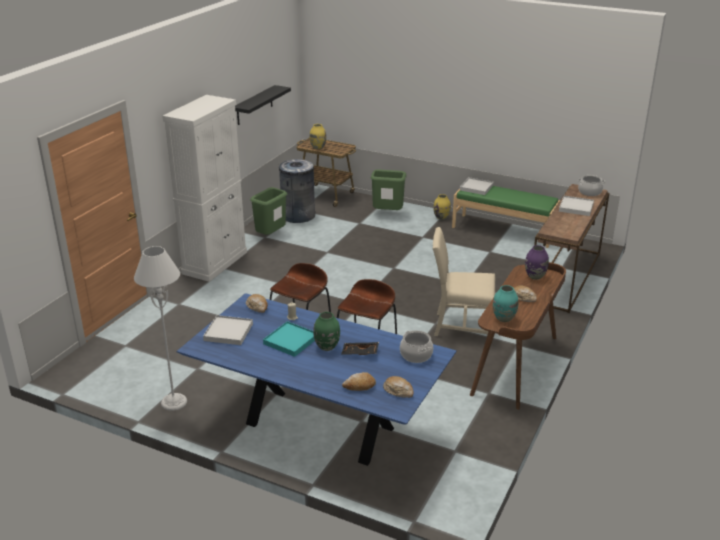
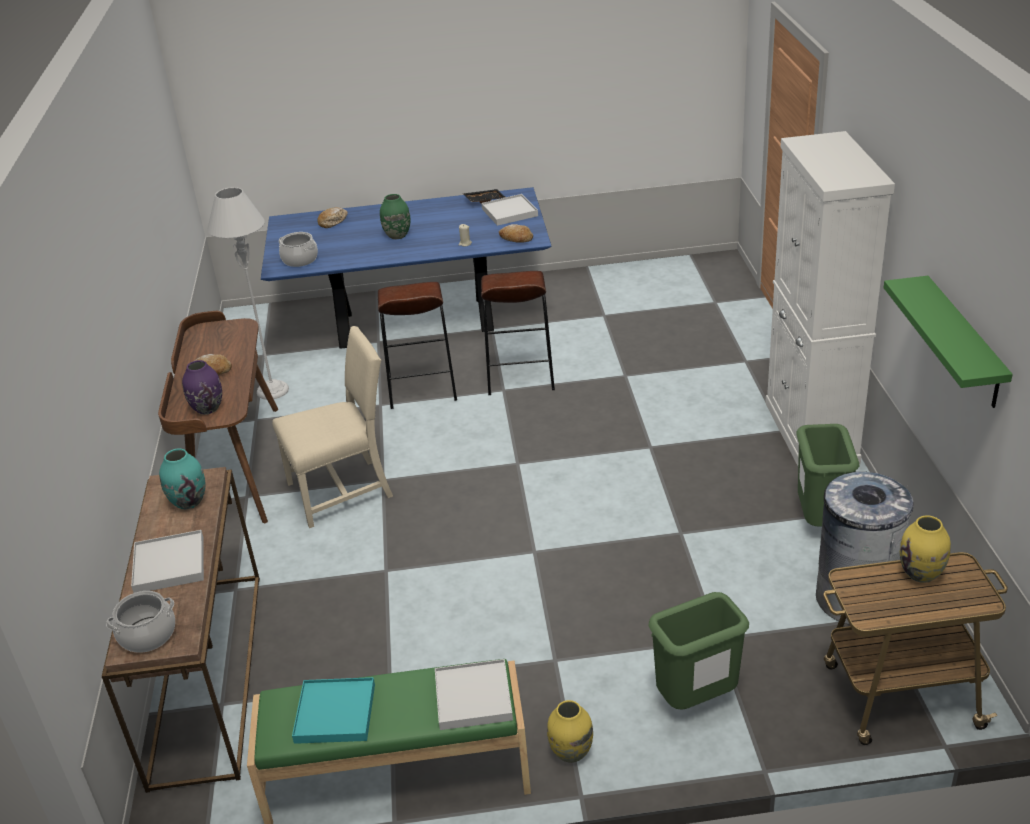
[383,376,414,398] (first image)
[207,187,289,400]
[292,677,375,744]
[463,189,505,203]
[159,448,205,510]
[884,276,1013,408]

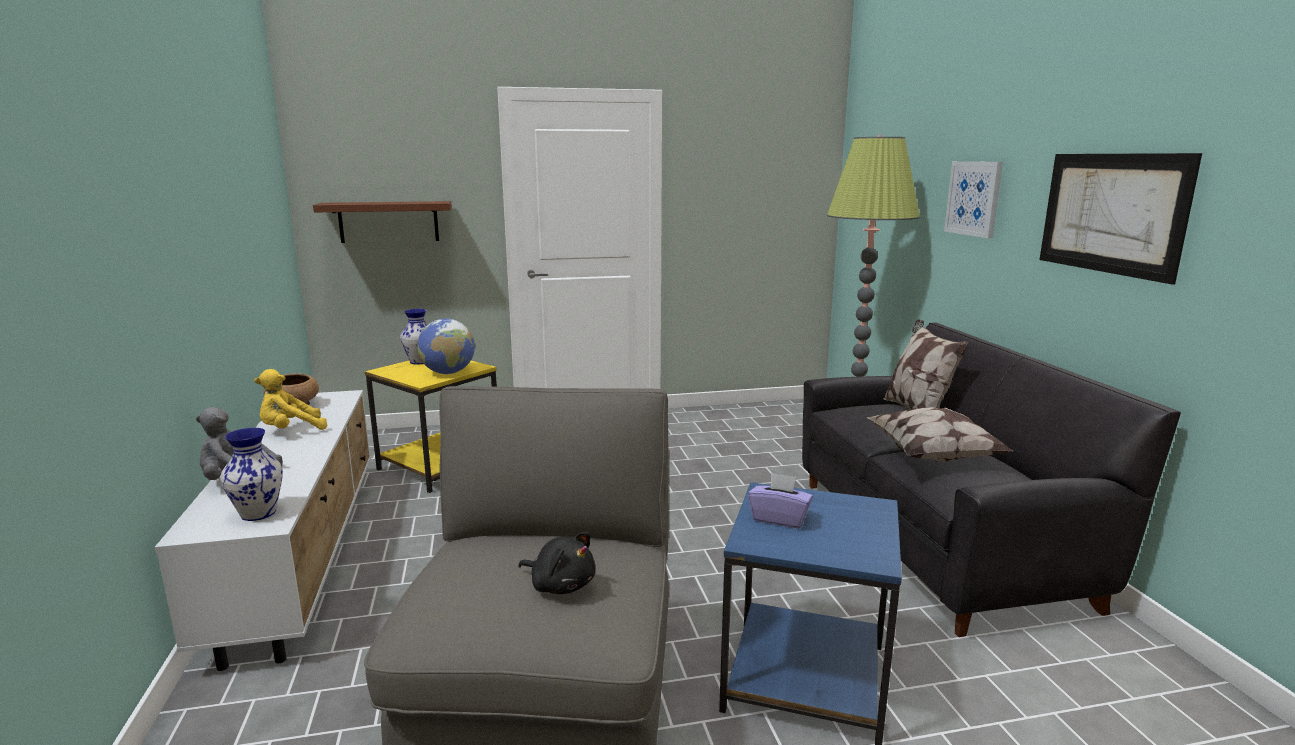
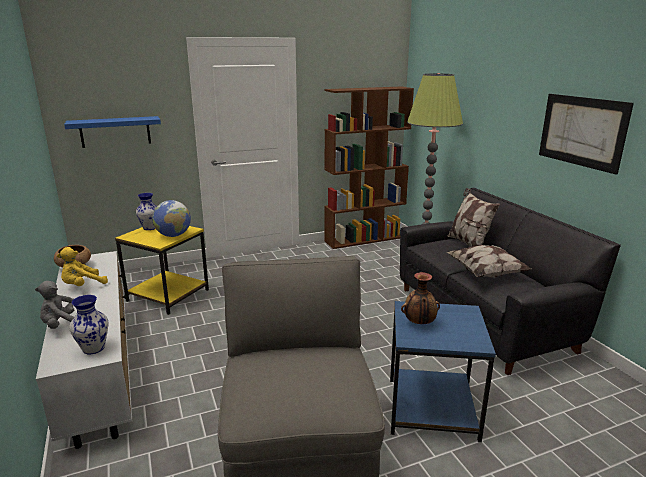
[518,532,595,594] (first image)
[944,161,1003,238] (first image)
[324,86,414,249]
[401,272,440,324]
[64,116,161,148]

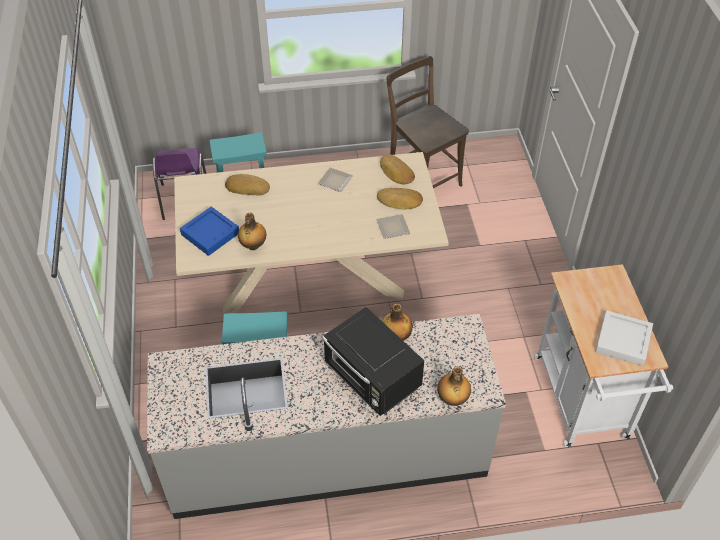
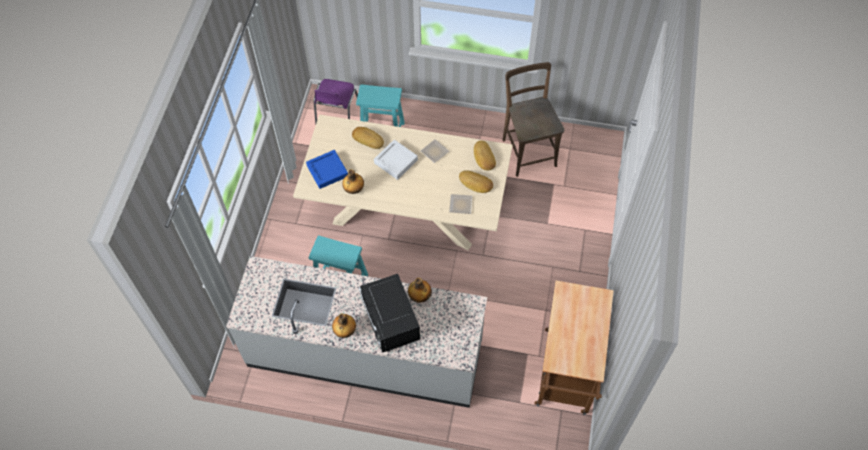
[332,313,356,338]
[374,140,418,180]
[535,281,614,415]

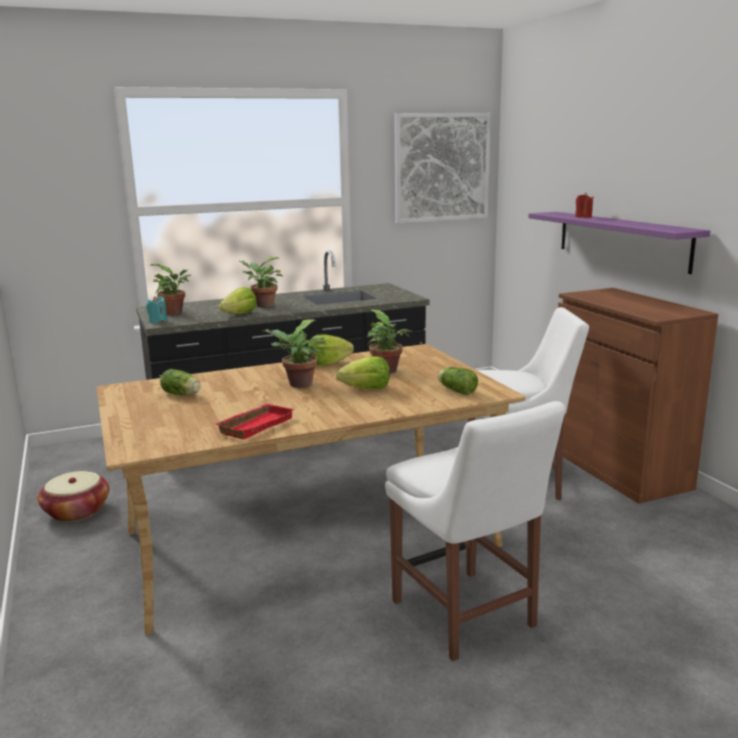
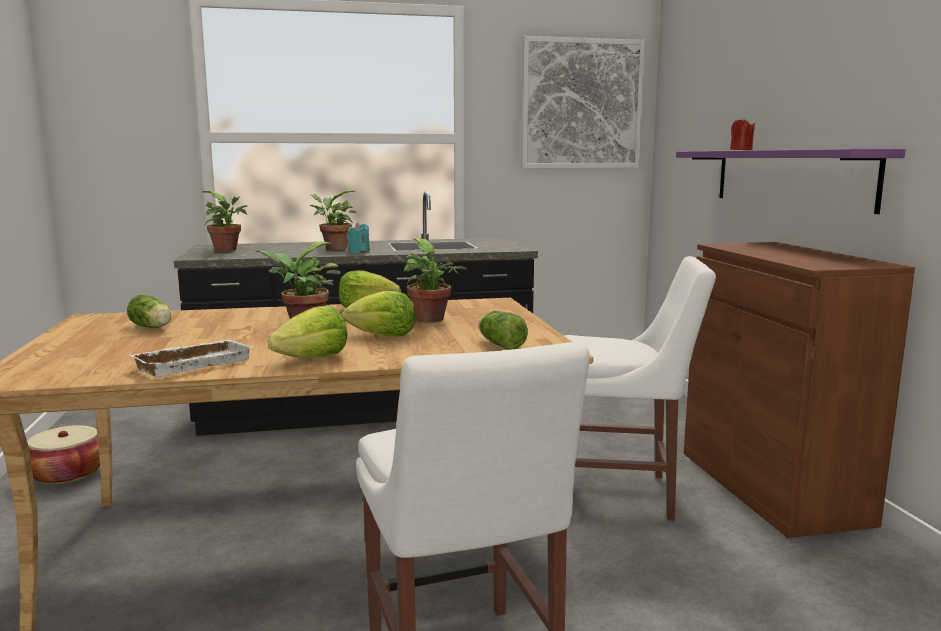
[347,222,370,253]
[268,306,347,358]
[129,340,253,377]

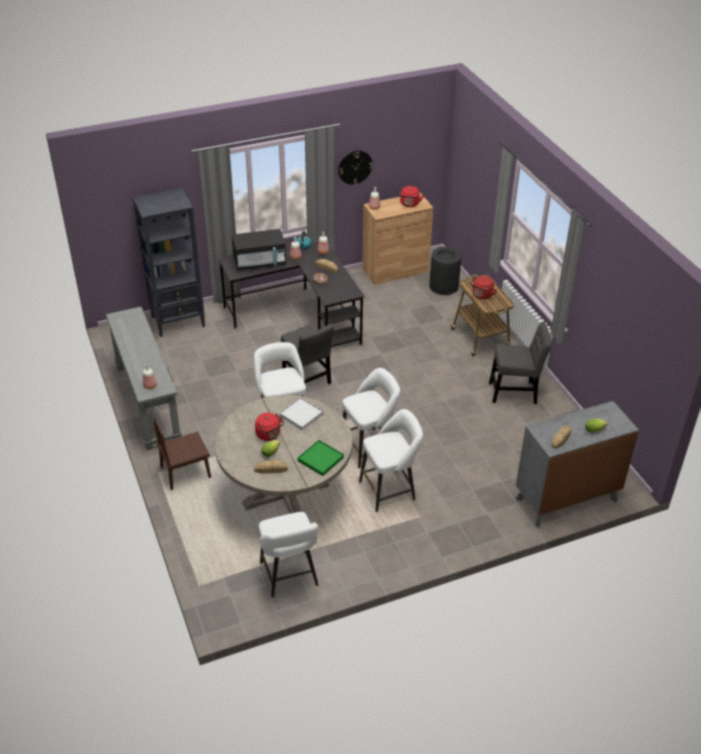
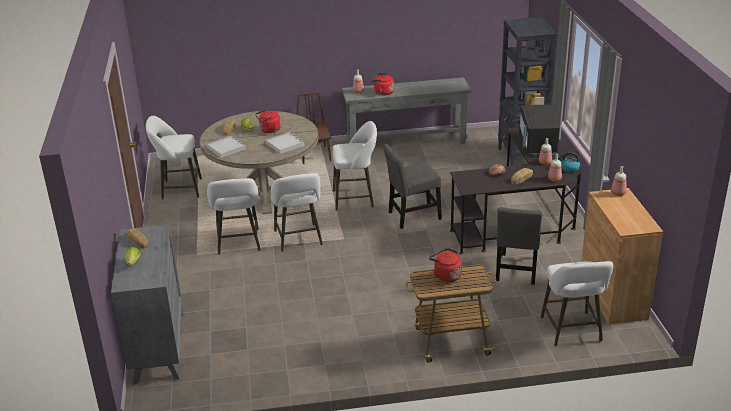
[338,151,373,185] (first image)
[371,73,394,95]
[496,207,542,285]
[541,261,613,347]
[207,136,246,158]

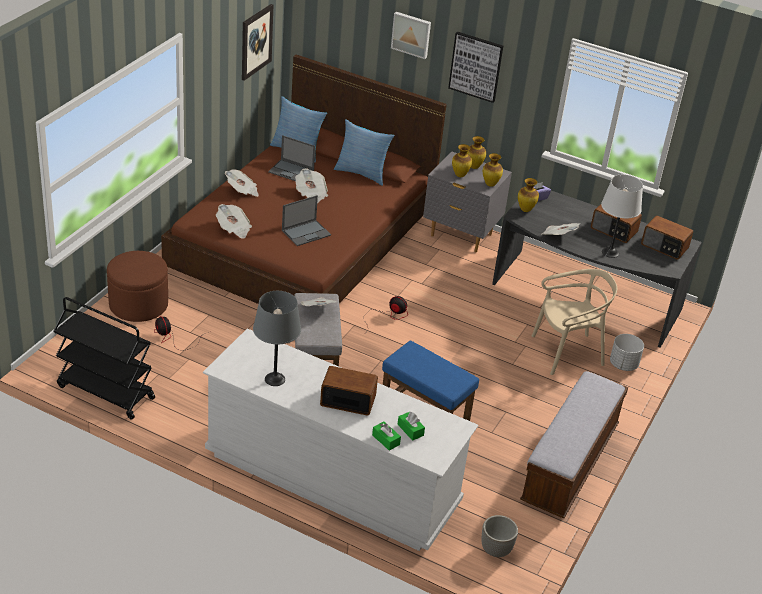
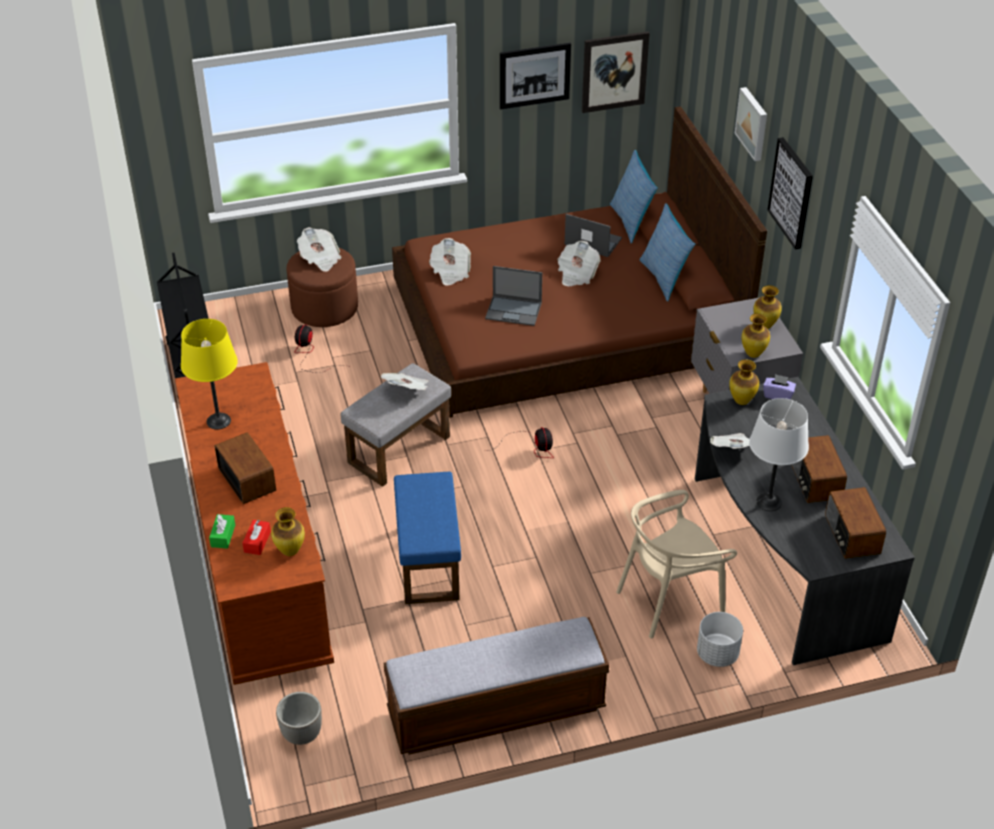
[500,43,571,109]
[297,227,342,272]
[271,507,305,556]
[175,362,334,685]
[181,319,238,430]
[242,520,271,555]
[564,214,622,257]
[616,490,737,638]

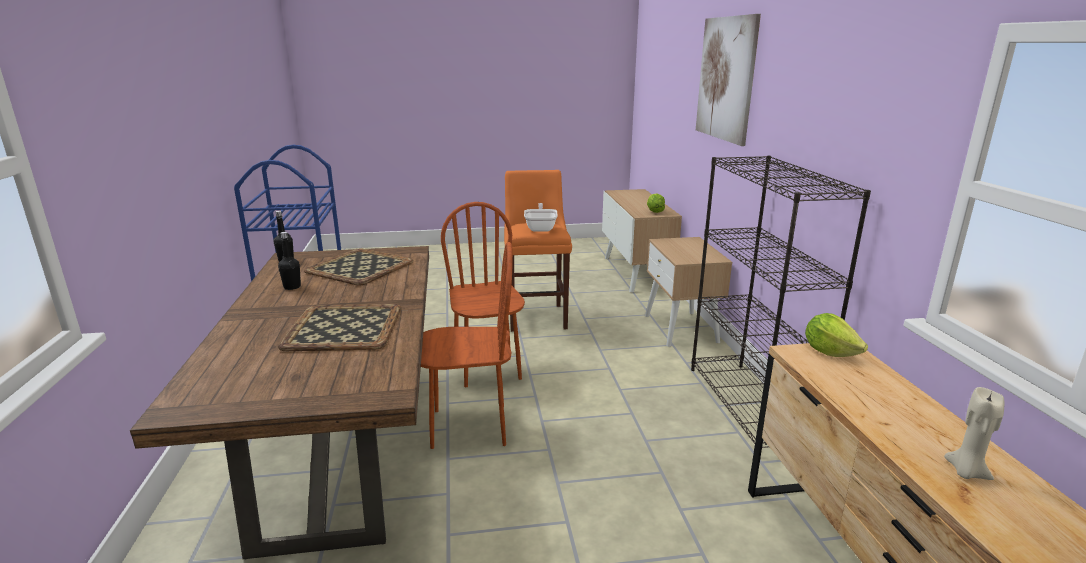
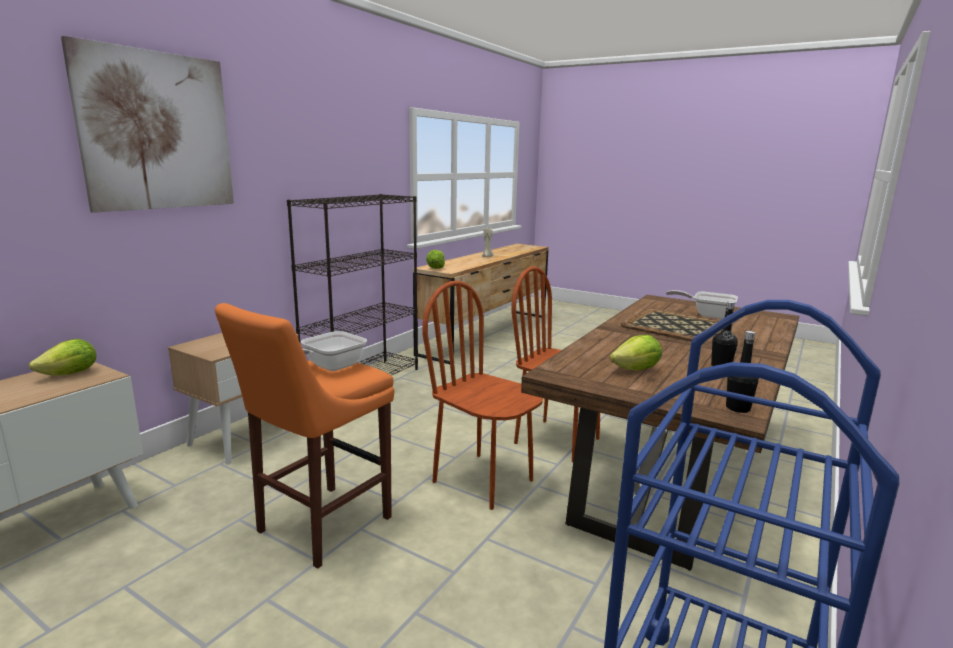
[666,290,738,319]
[610,335,662,371]
[422,281,543,510]

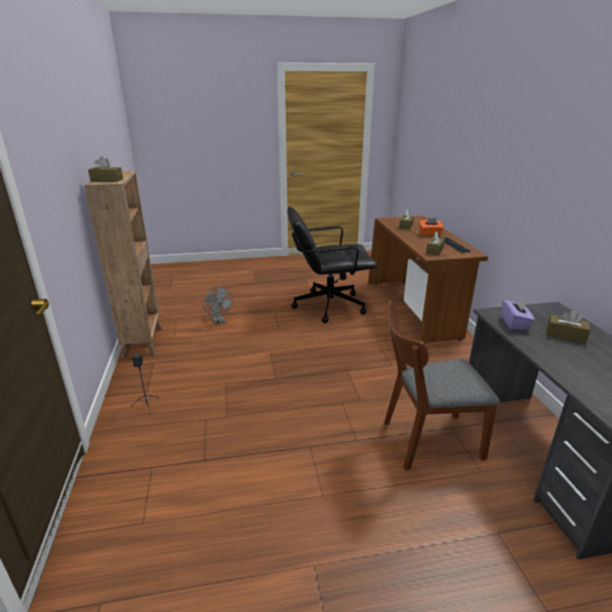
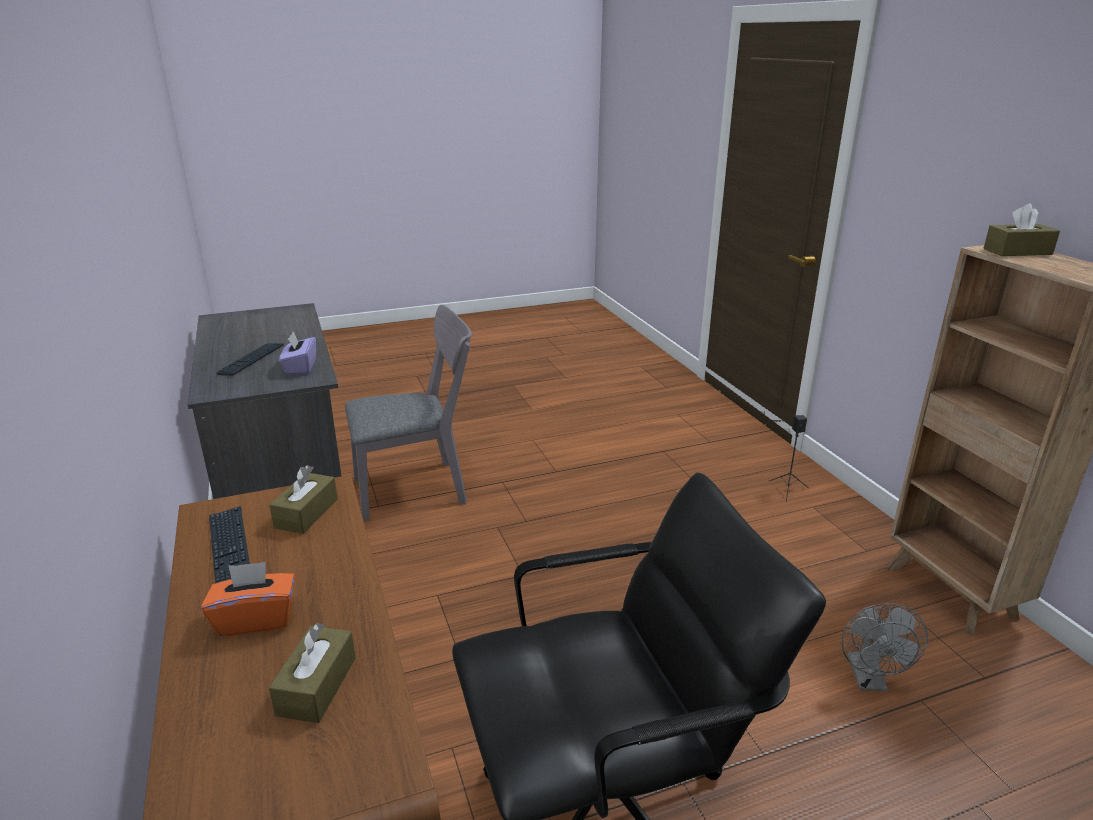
[217,343,284,376]
[345,305,472,521]
[842,603,928,692]

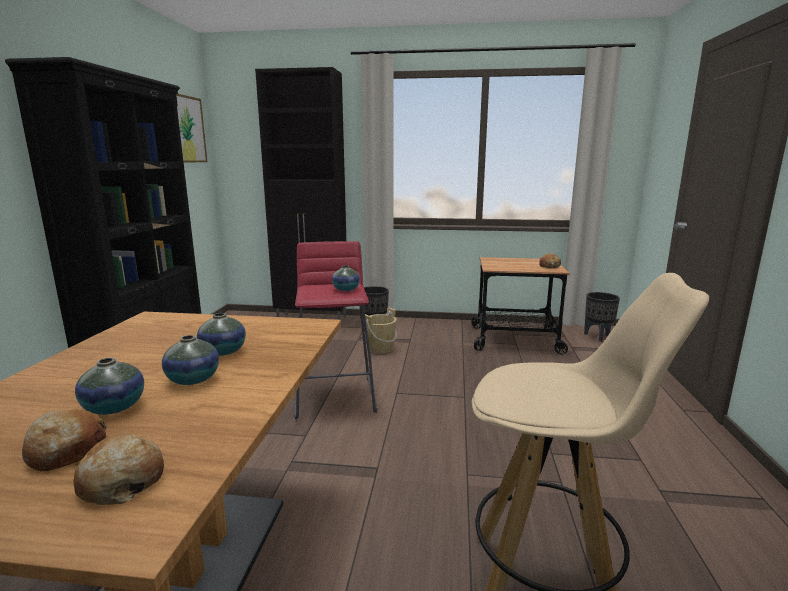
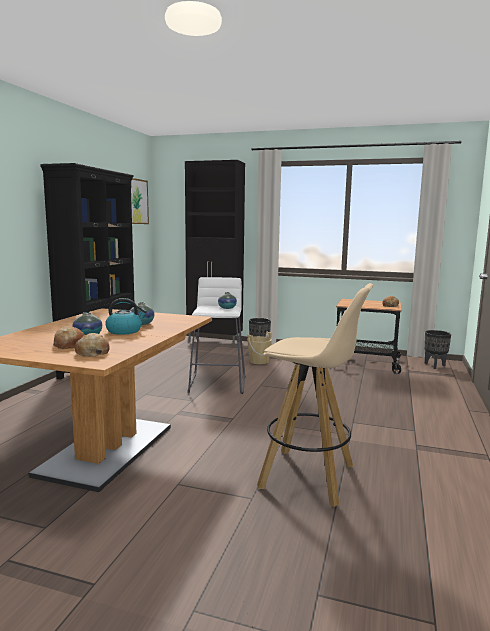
[105,298,147,335]
[188,277,245,394]

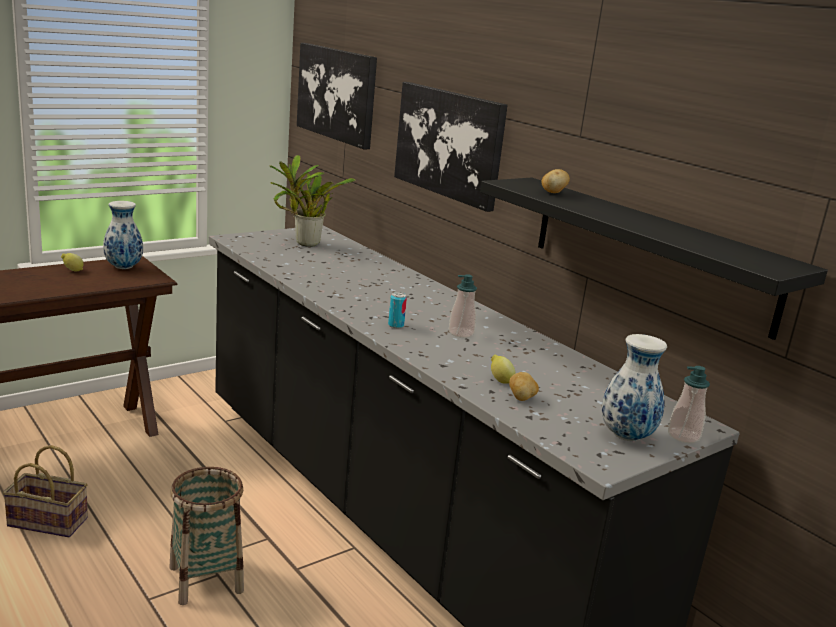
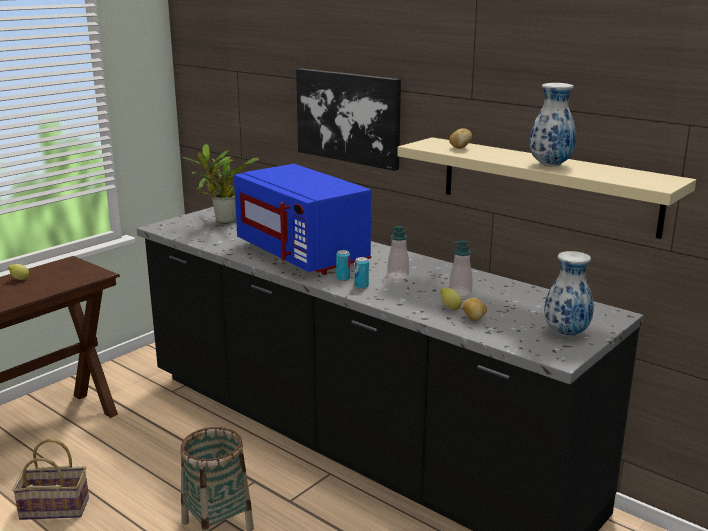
[297,43,377,149] (first image)
[234,164,371,275]
[355,257,369,289]
[529,83,576,166]
[449,240,473,296]
[397,137,696,239]

